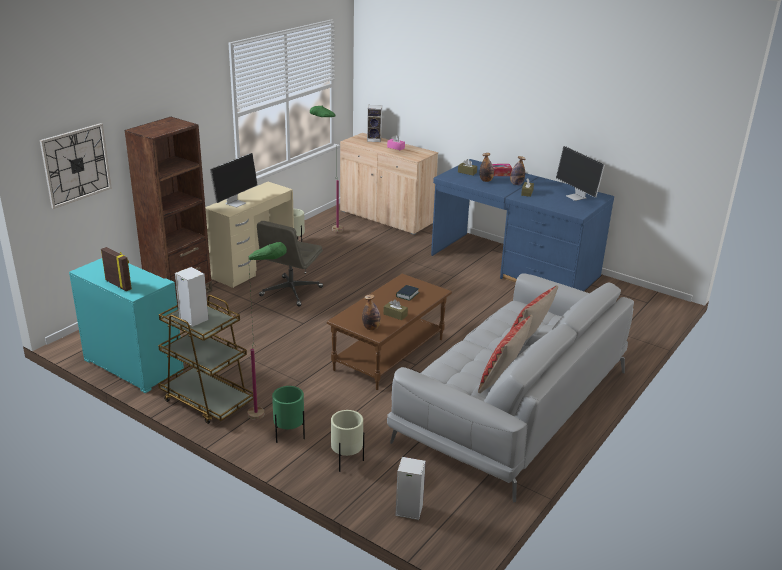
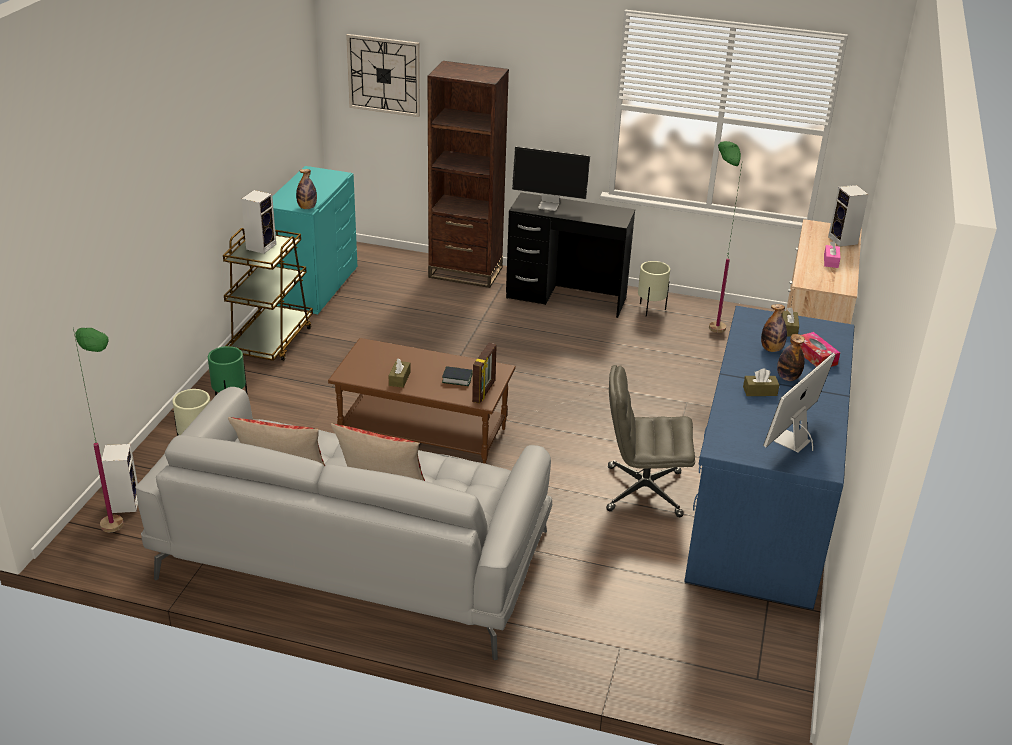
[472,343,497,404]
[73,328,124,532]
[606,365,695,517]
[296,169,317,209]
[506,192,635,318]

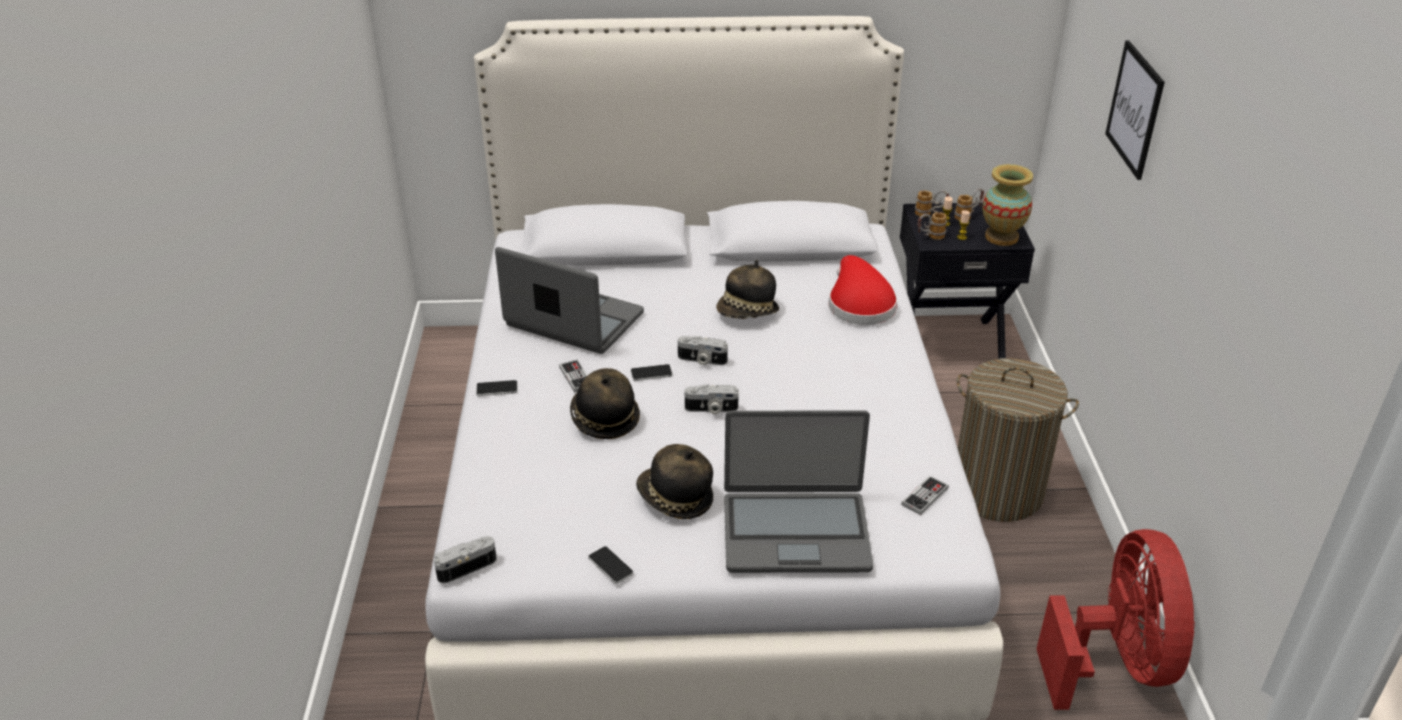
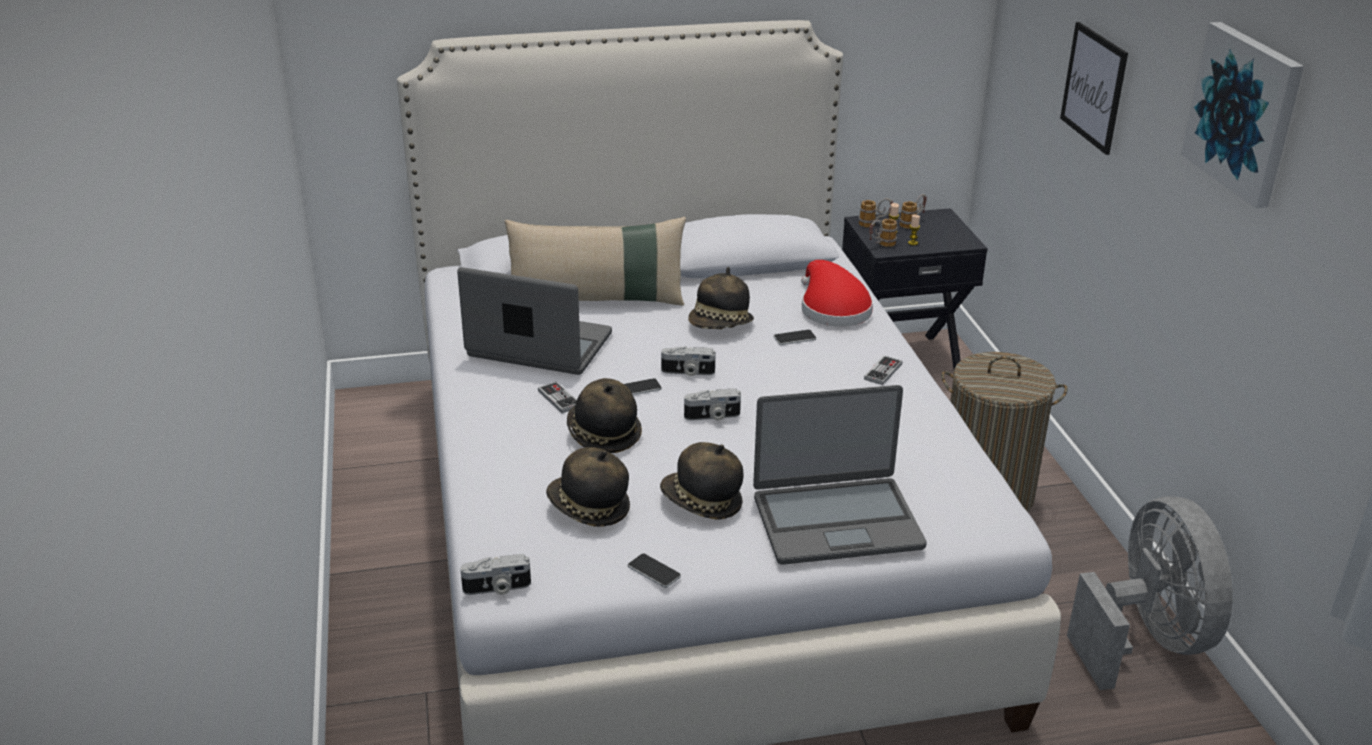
[983,164,1033,246] (first image)
[505,217,686,306]
[546,447,630,527]
[1181,22,1304,208]
[774,330,816,345]
[864,355,902,385]
[1067,496,1233,690]
[460,554,531,595]

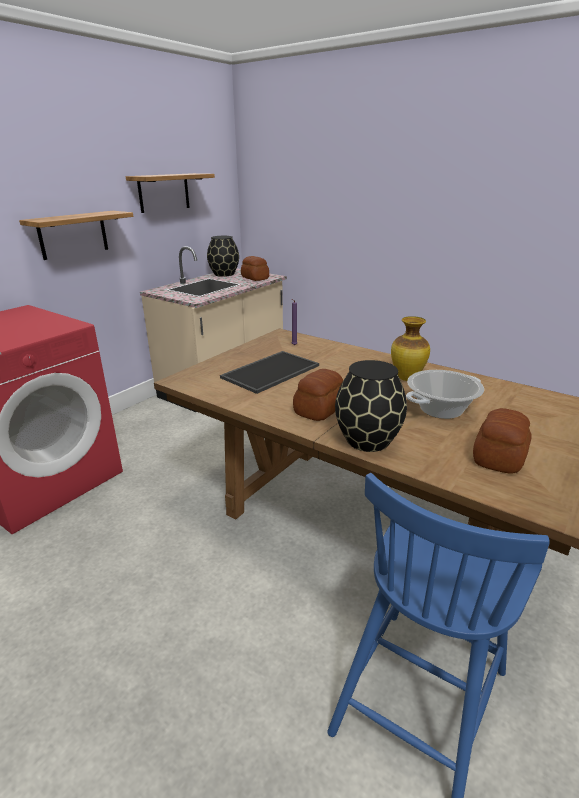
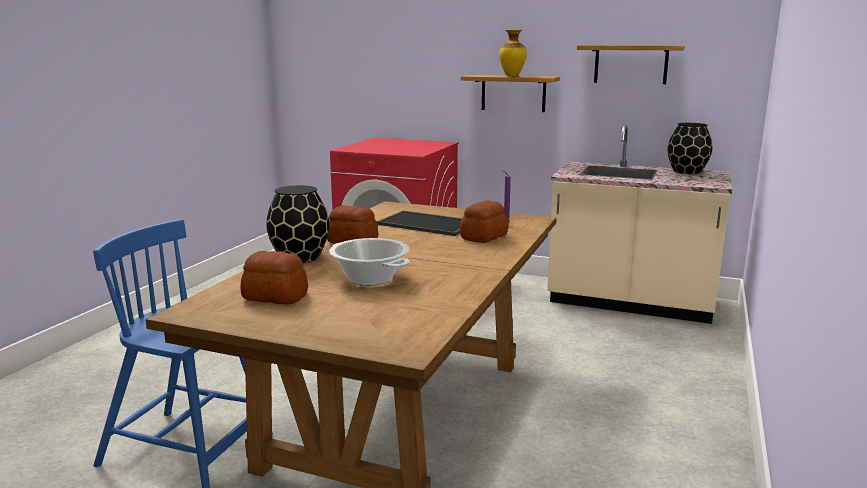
[460,201,509,243]
[499,30,527,76]

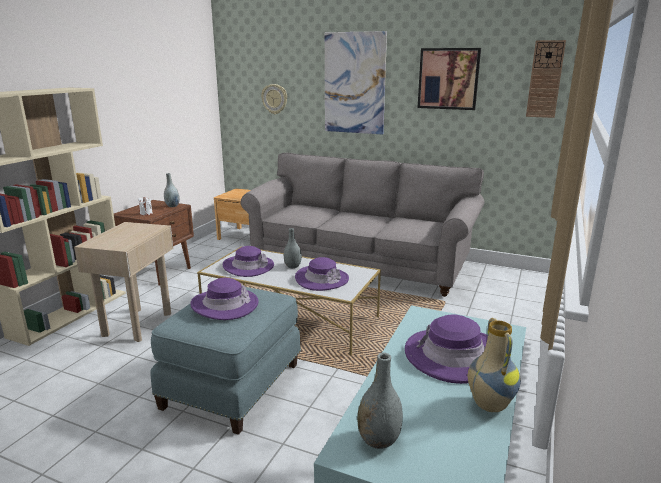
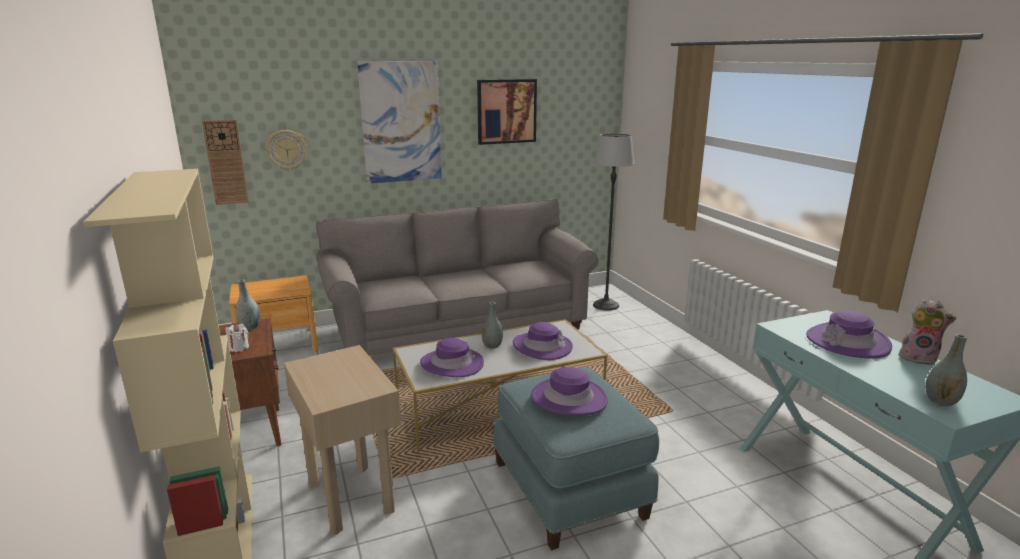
[593,133,634,311]
[202,120,249,205]
[899,298,956,365]

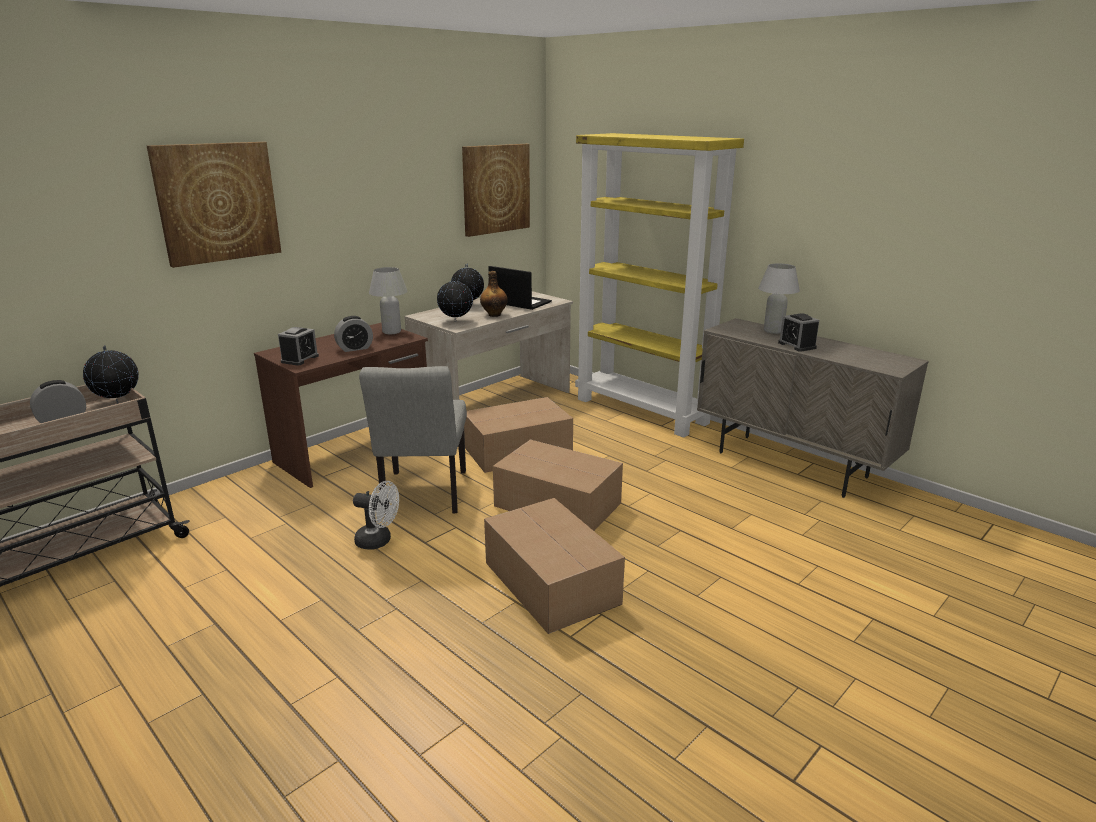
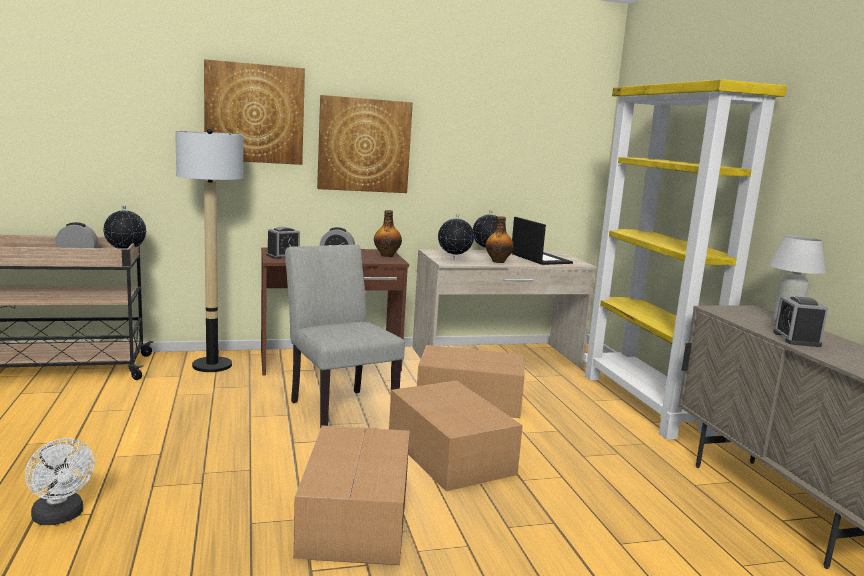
[175,129,243,372]
[25,438,95,525]
[317,95,413,193]
[374,210,402,257]
[285,244,405,429]

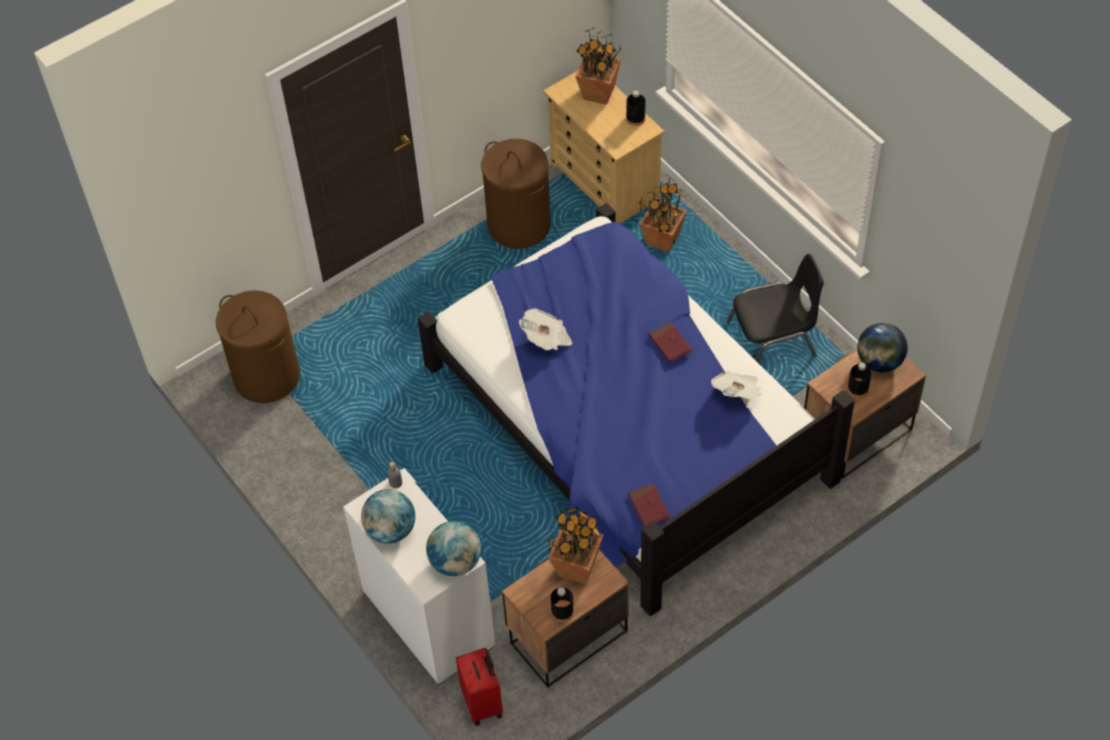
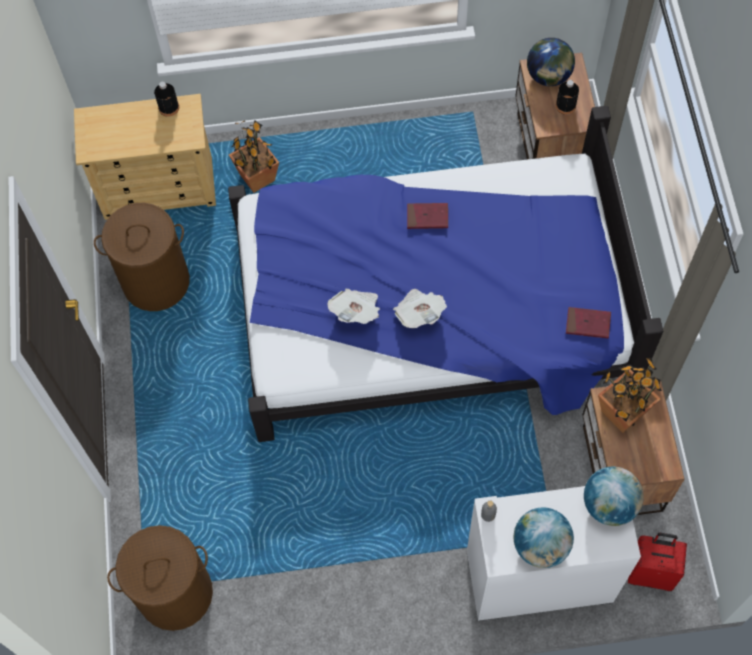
[551,587,574,622] (first image)
[575,27,622,105] (first image)
[726,254,824,362] (first image)
[393,289,447,328]

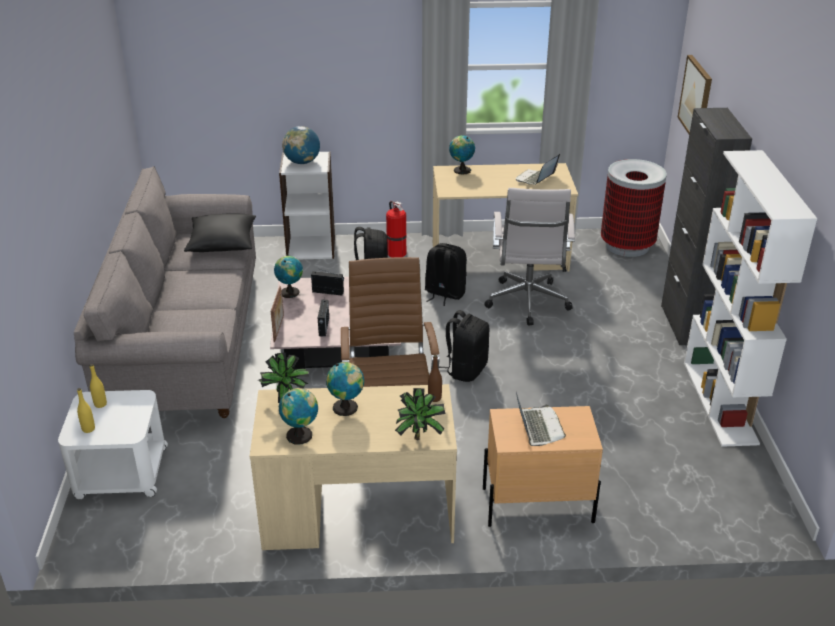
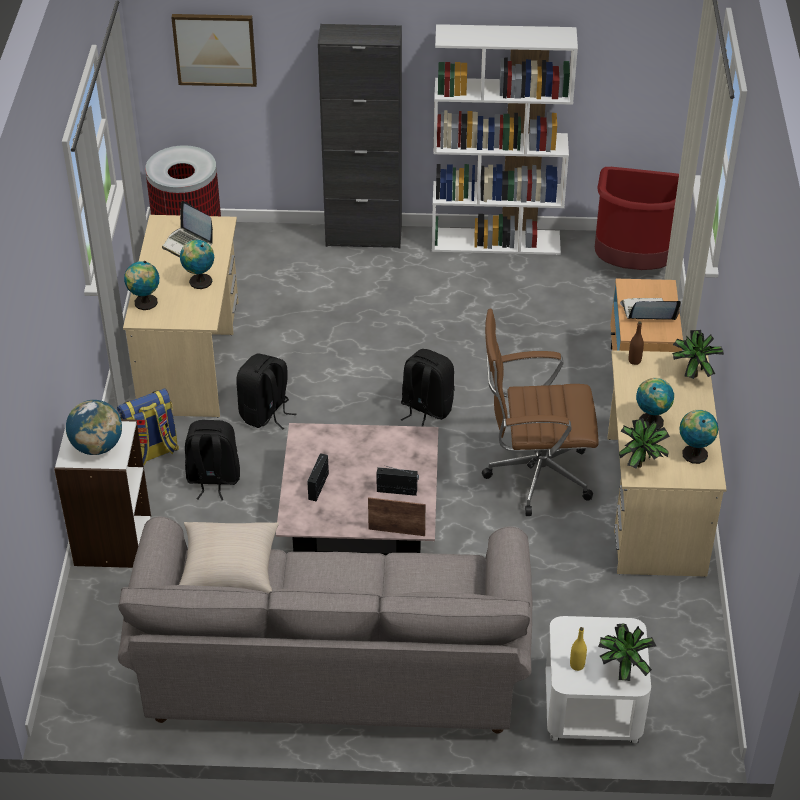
[484,188,575,326] (first image)
[595,167,679,270]
[180,240,214,289]
[598,624,656,681]
[117,388,179,465]
[179,522,279,594]

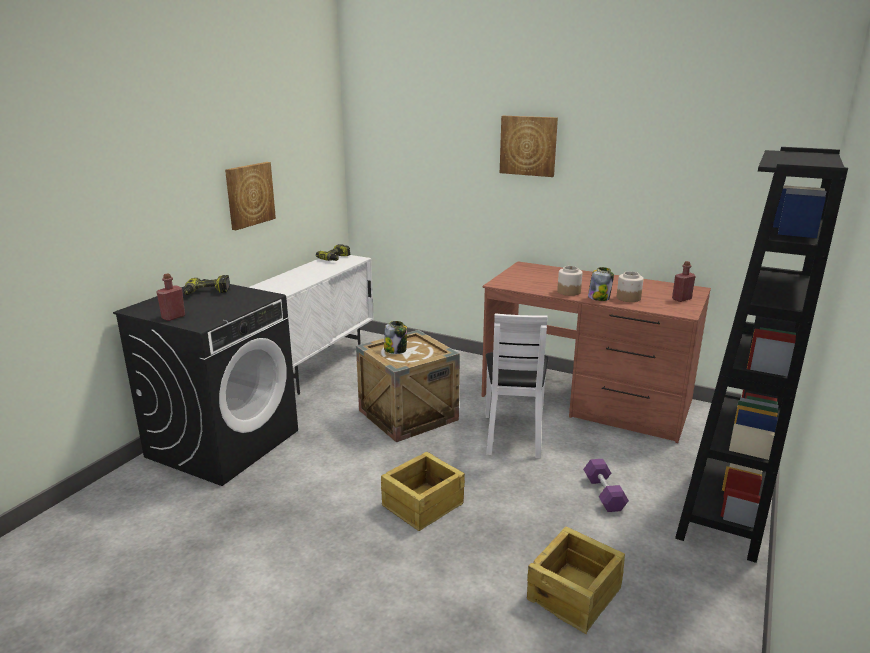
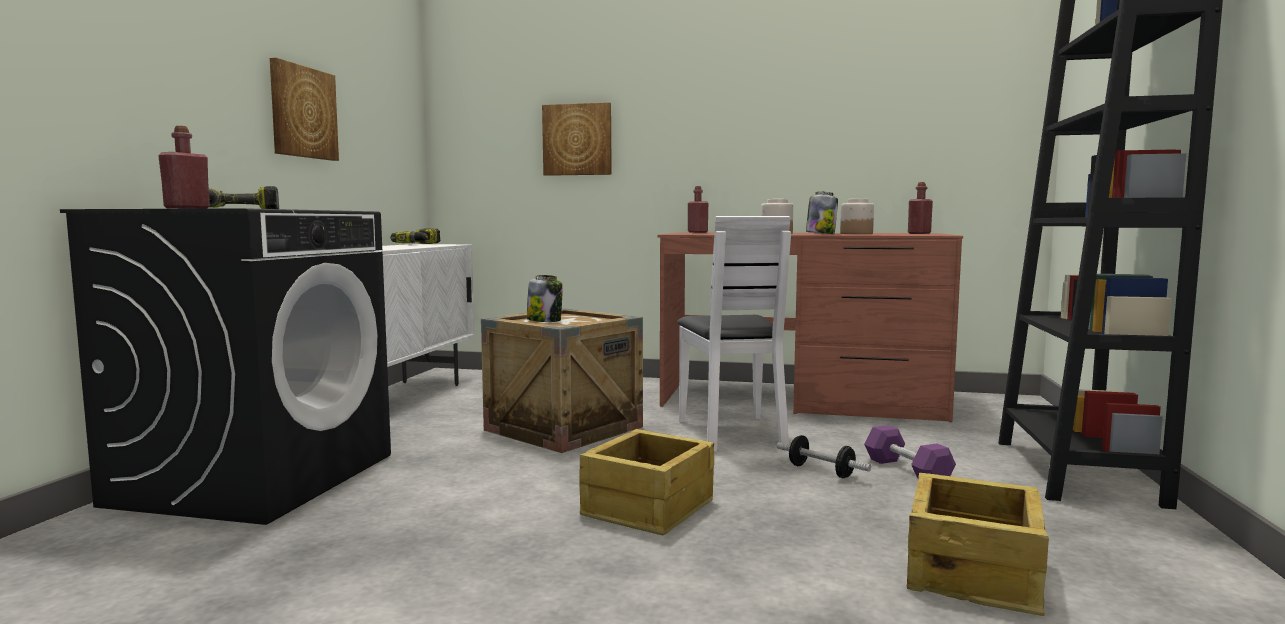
[688,186,708,233]
[777,435,871,478]
[542,102,612,176]

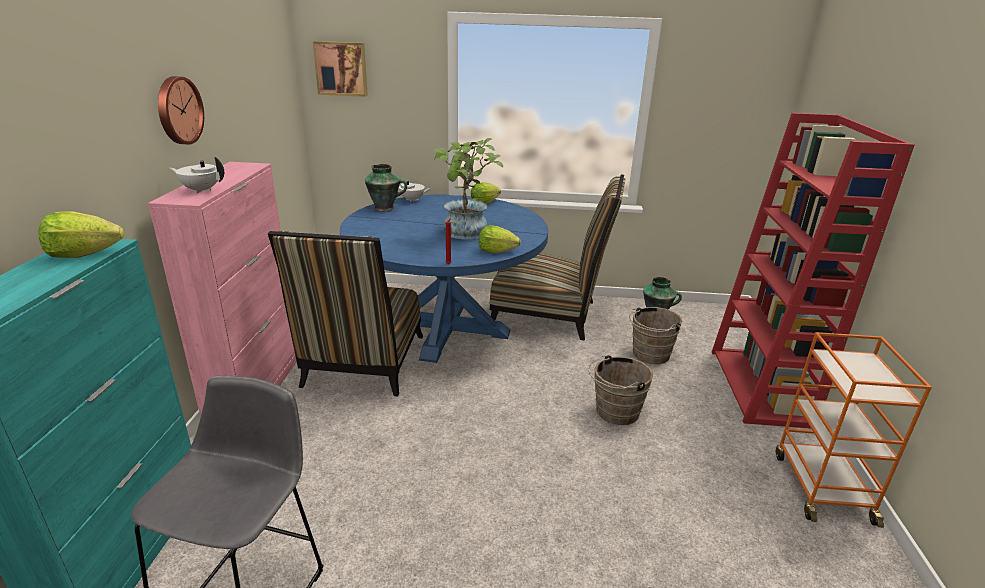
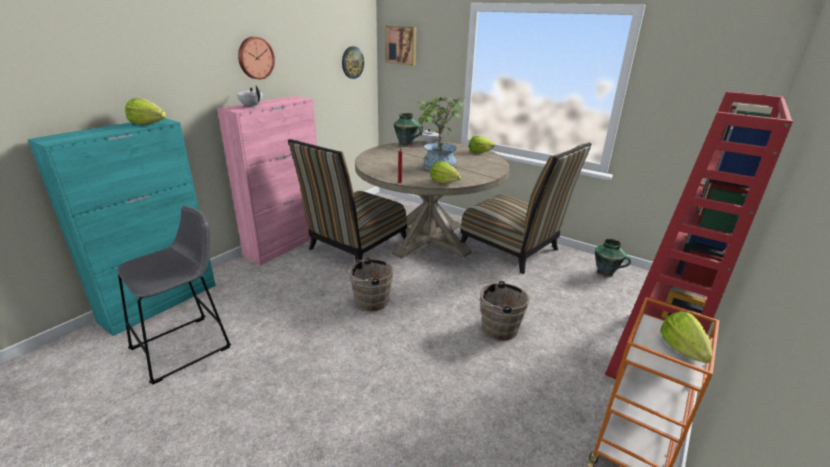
[342,46,364,79]
[660,311,713,363]
[343,257,394,311]
[355,141,510,259]

